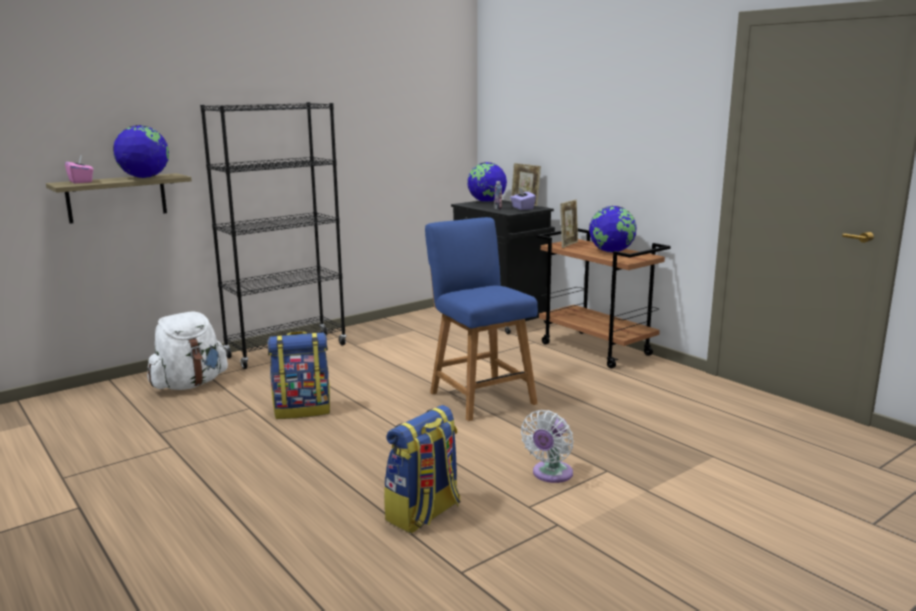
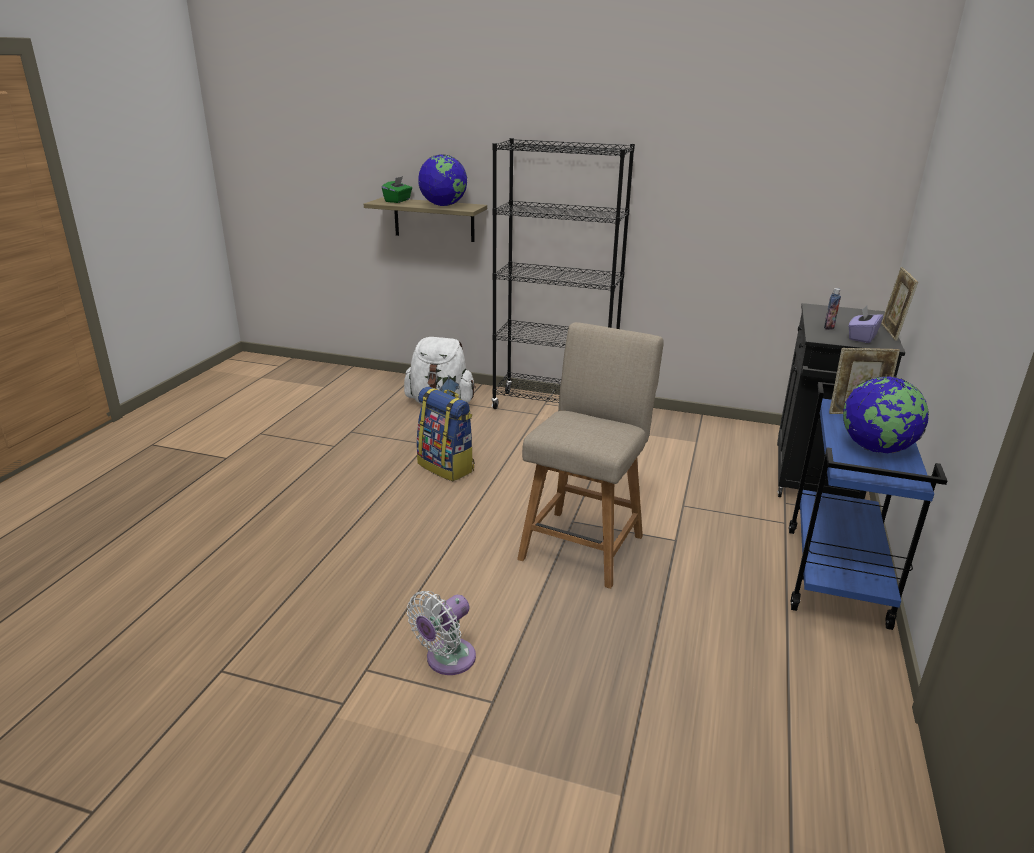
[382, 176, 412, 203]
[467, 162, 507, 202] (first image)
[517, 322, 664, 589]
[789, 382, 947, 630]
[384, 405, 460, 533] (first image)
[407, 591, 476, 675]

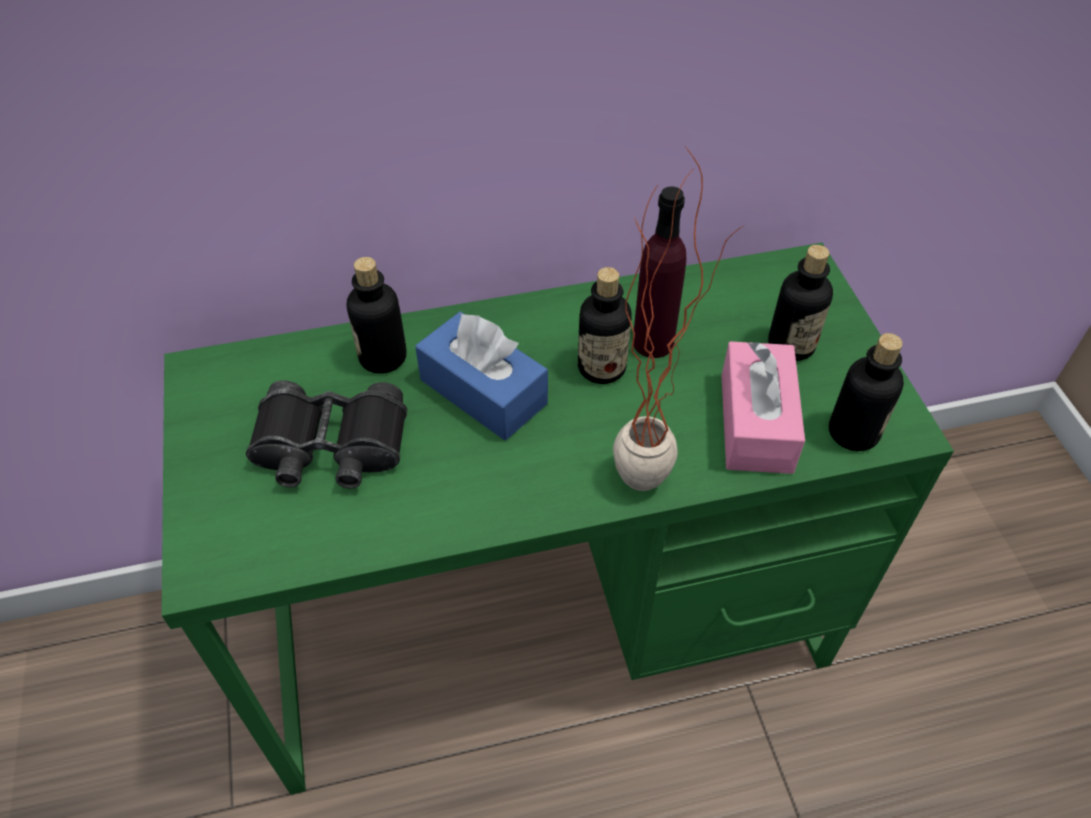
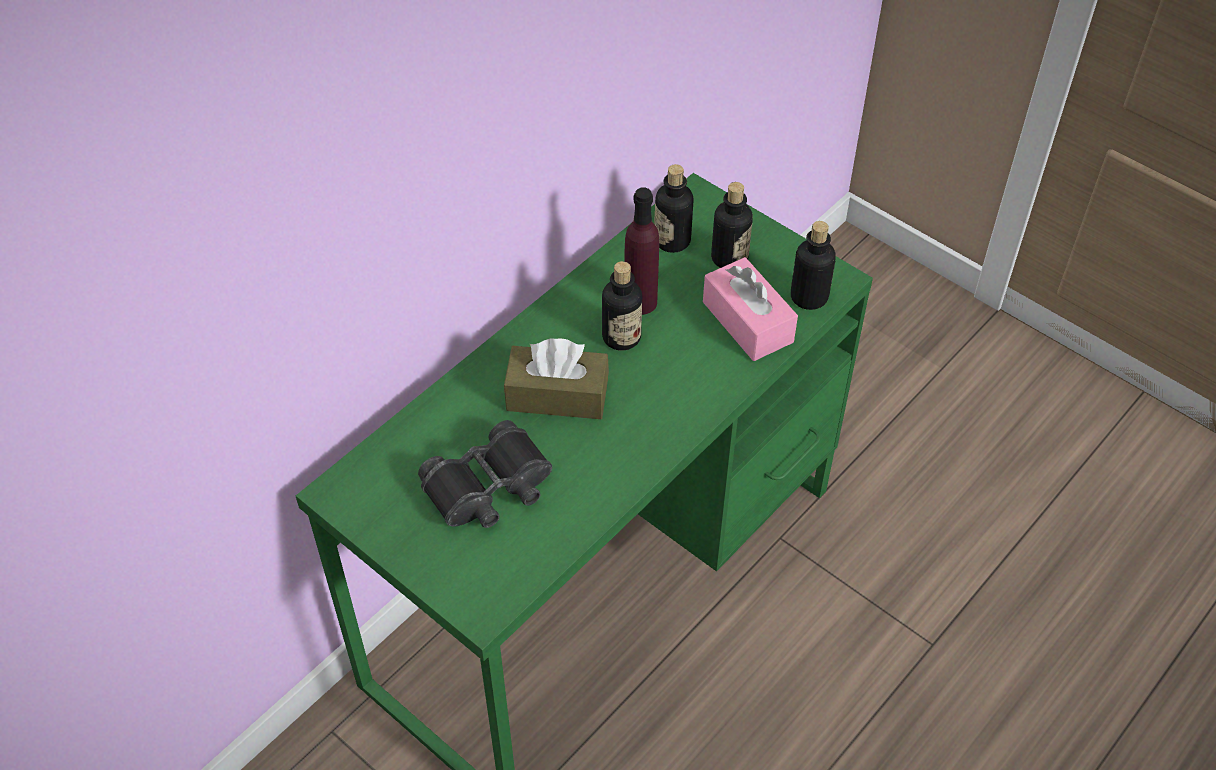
[613, 148, 743, 491] (first image)
[654, 164, 694, 253]
[504, 339, 609, 419]

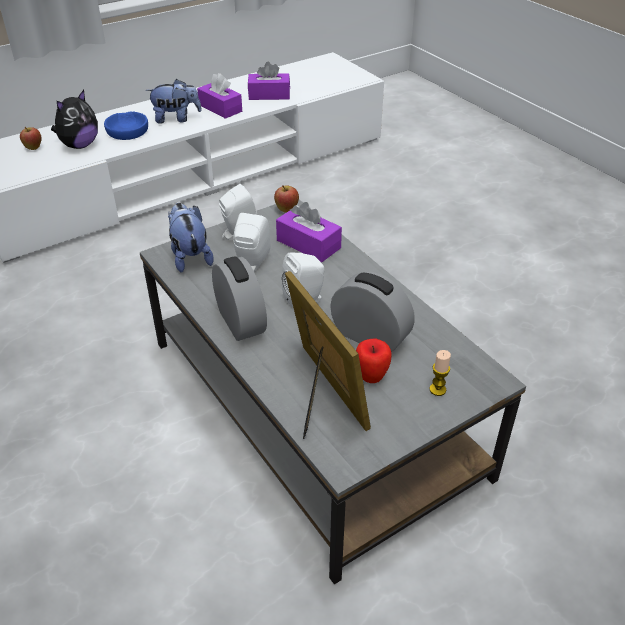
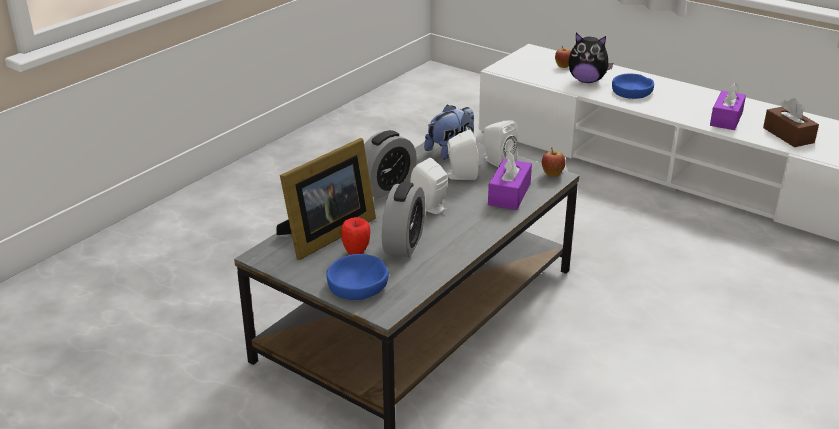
[763, 98, 819, 147]
[146, 79, 202, 124] (first image)
[326, 254, 389, 300]

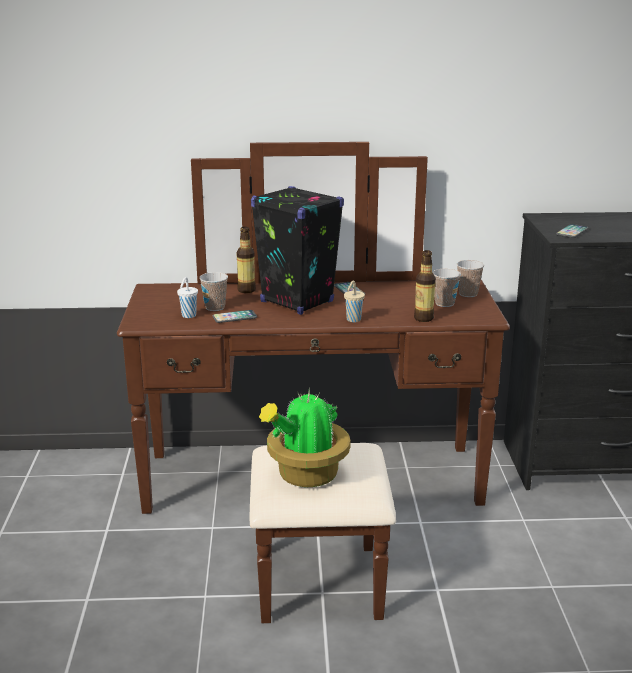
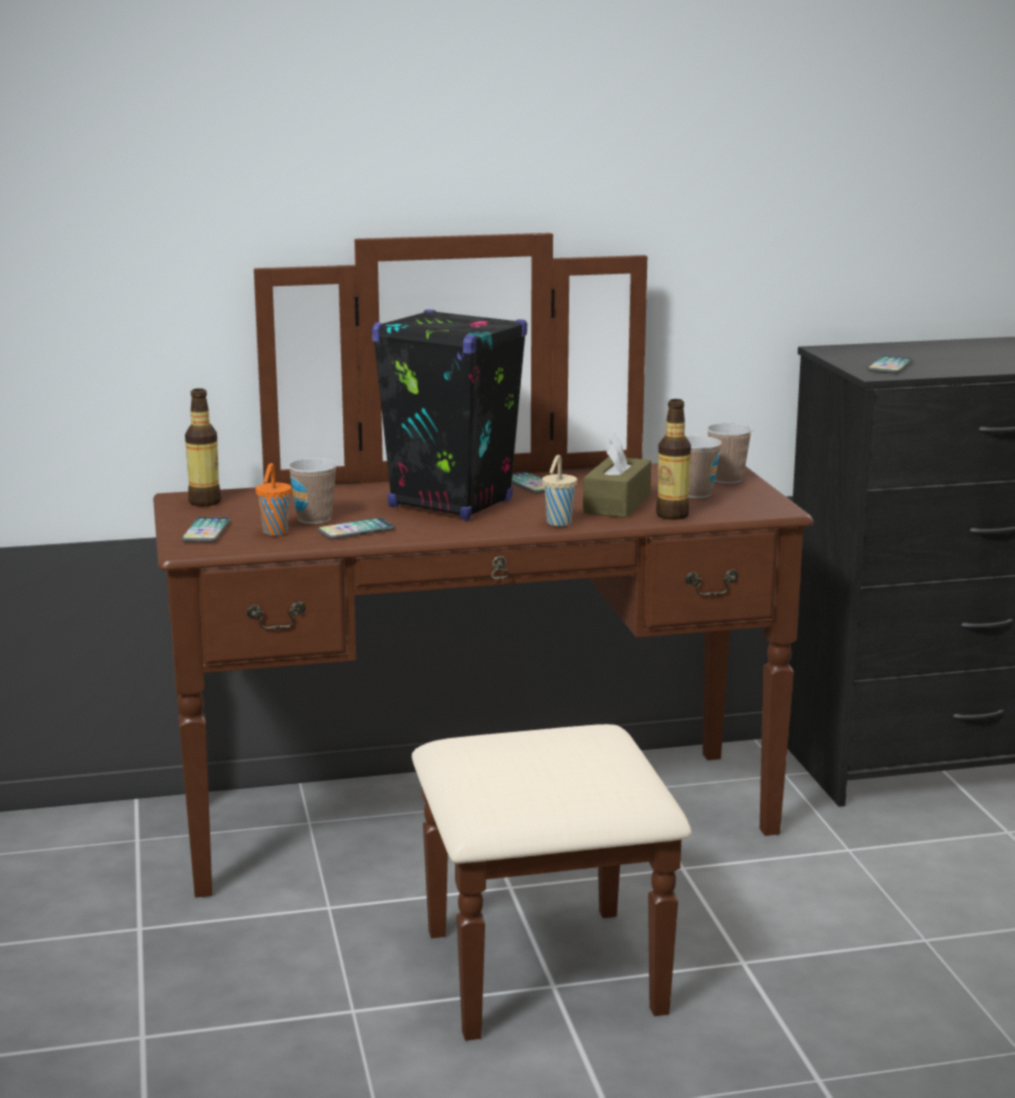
[185, 388, 221, 506]
[256, 463, 292, 536]
[259, 388, 350, 487] (first image)
[583, 433, 651, 518]
[181, 517, 231, 542]

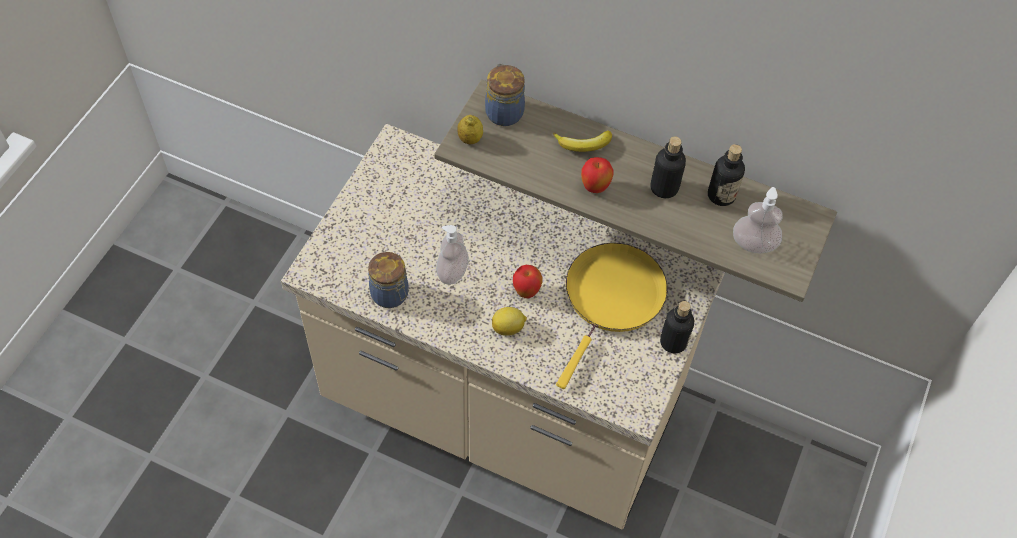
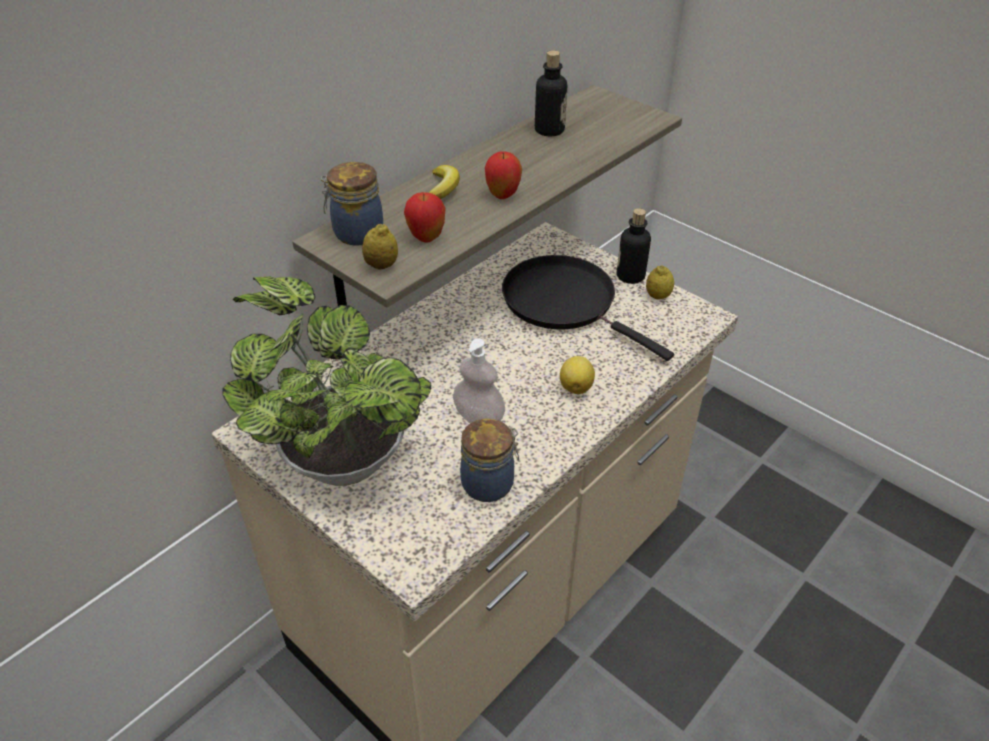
[650, 137, 686, 198] (first image)
[733, 187, 782, 253] (first image)
[502, 255, 674, 361]
[404, 192, 446, 243]
[646, 265, 674, 300]
[222, 276, 432, 486]

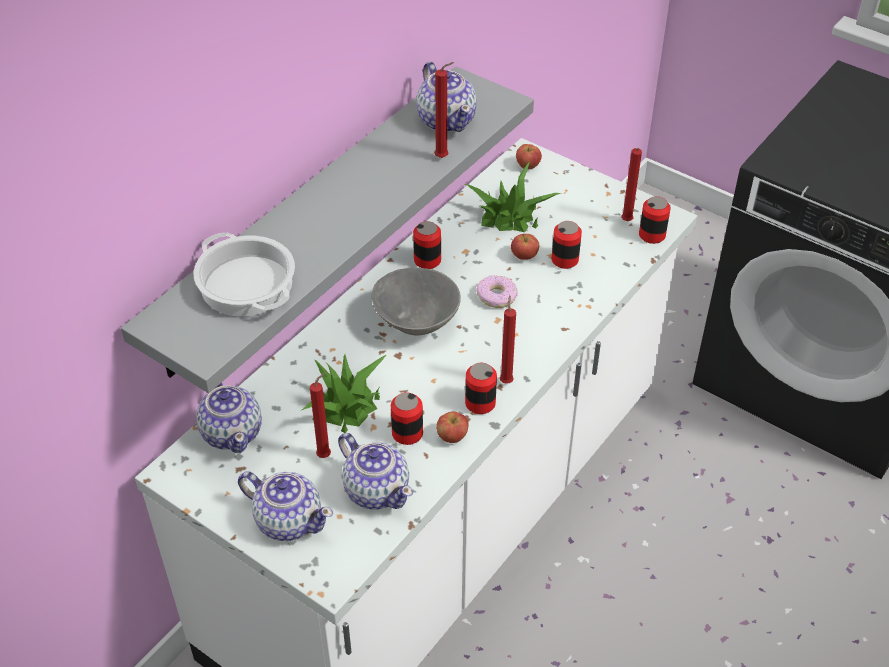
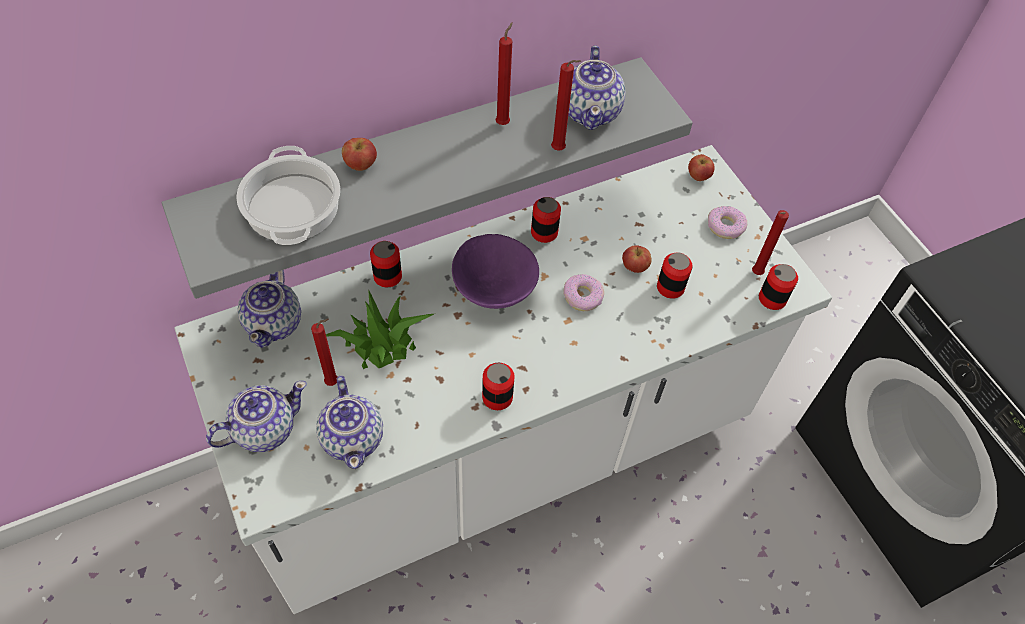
[465, 162, 562, 232] (first image)
[452, 234, 539, 309]
[495, 22, 513, 125]
[370, 241, 402, 287]
[342, 138, 377, 171]
[206, 381, 307, 452]
[708, 206, 747, 239]

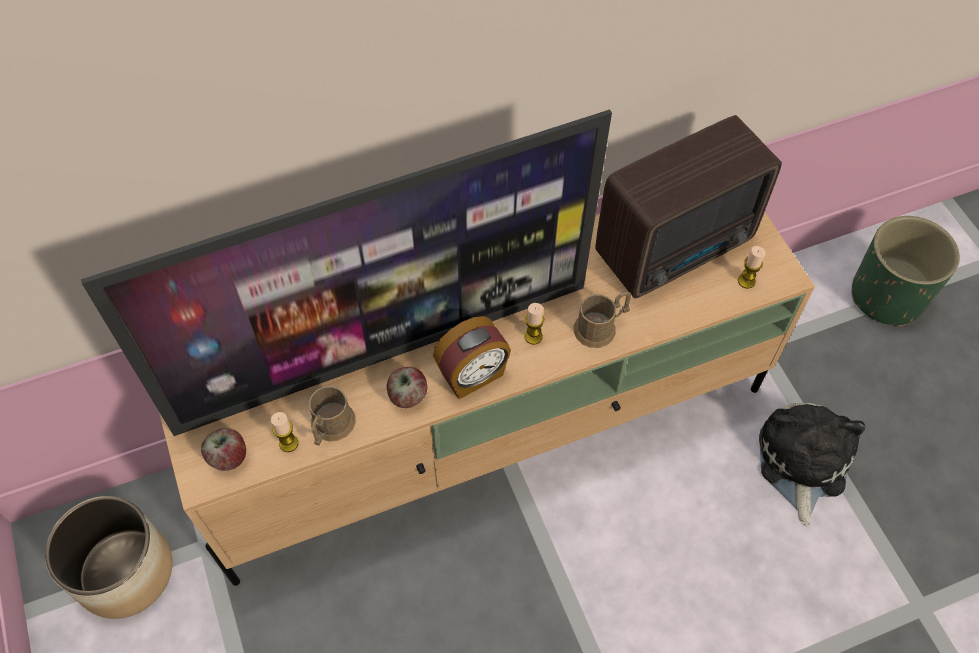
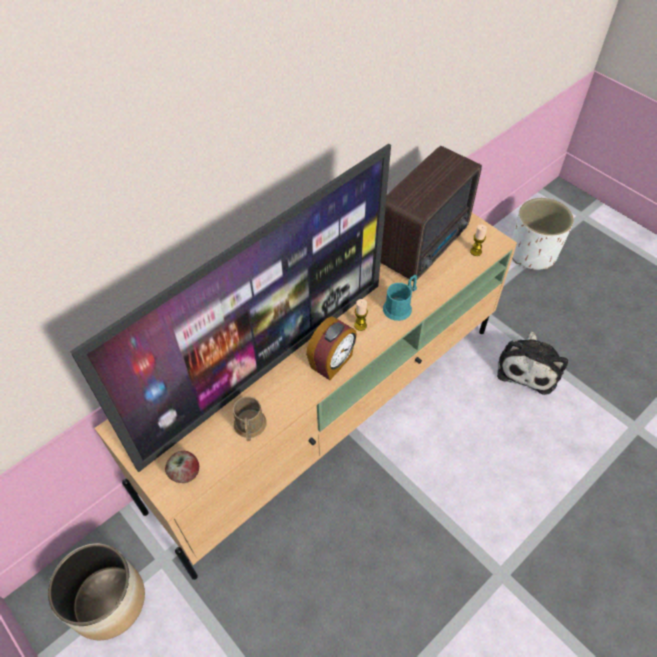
[512, 198, 574, 270]
[383, 275, 417, 321]
[387, 367, 427, 408] (first image)
[497, 332, 568, 395]
[271, 412, 298, 452] (first image)

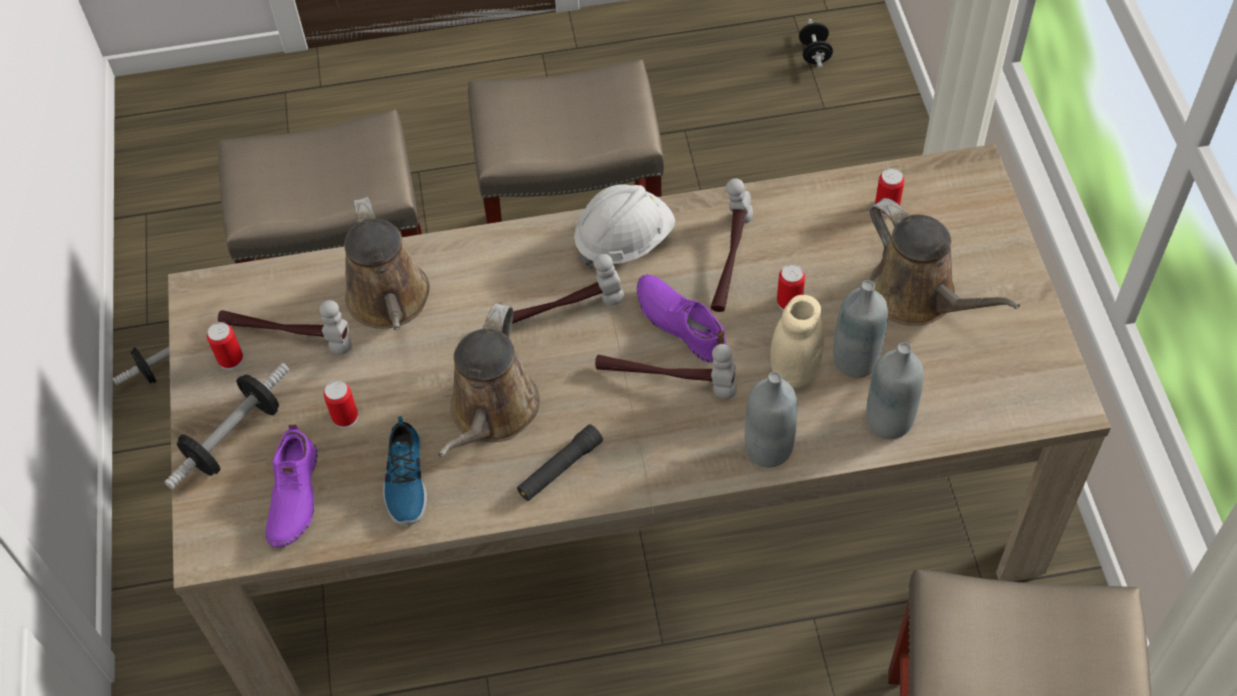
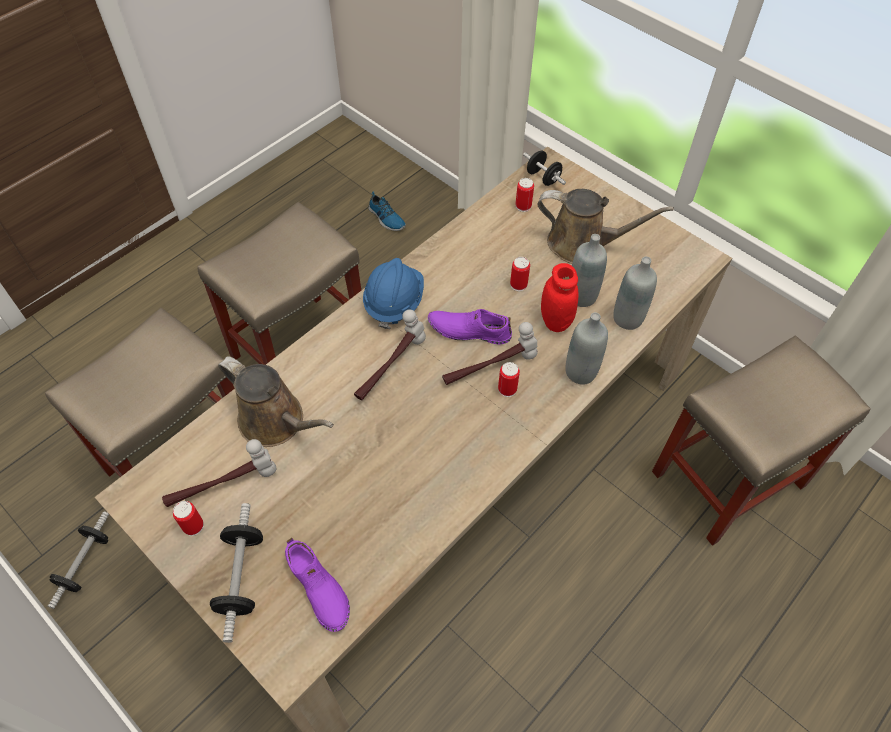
[523, 151, 566, 186]
[711, 178, 753, 312] (first image)
[363, 258, 424, 329]
[541, 263, 578, 332]
[438, 303, 540, 457] (first image)
[498, 362, 520, 397]
[368, 192, 406, 231]
[517, 424, 603, 501] (first image)

